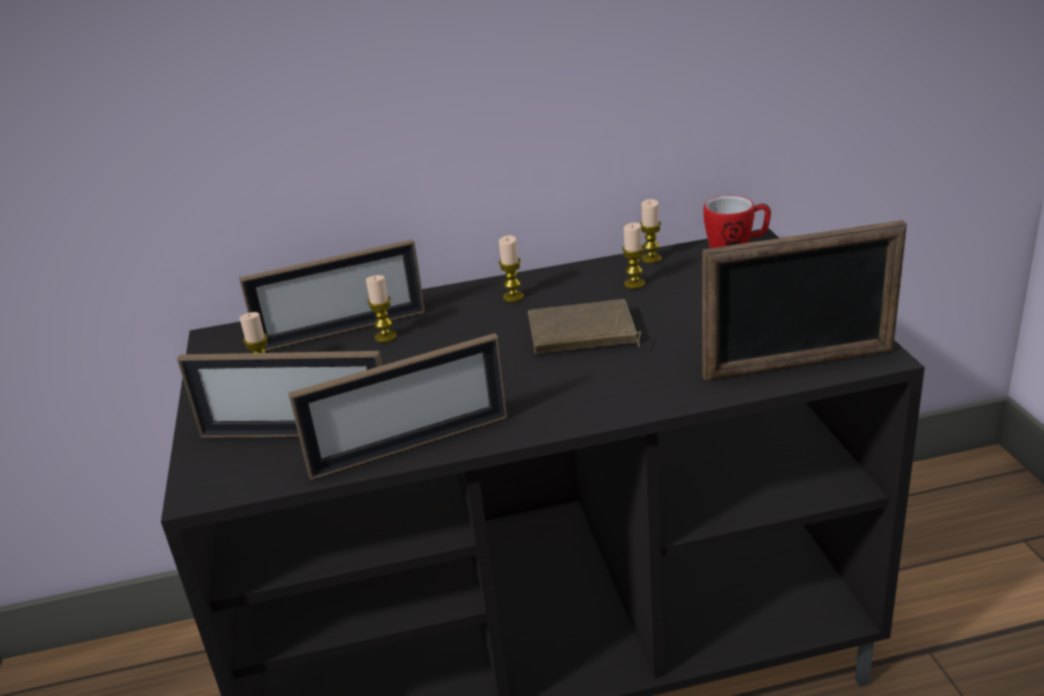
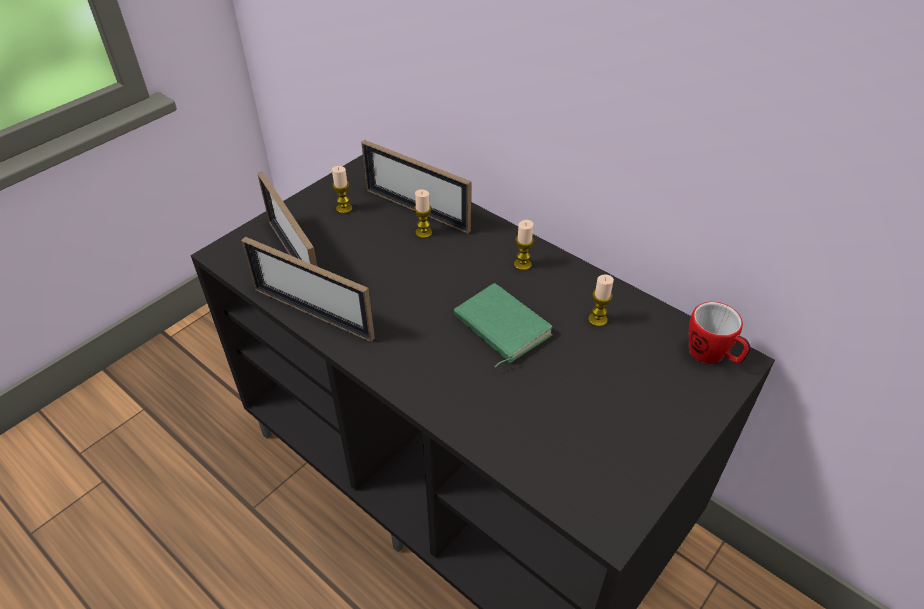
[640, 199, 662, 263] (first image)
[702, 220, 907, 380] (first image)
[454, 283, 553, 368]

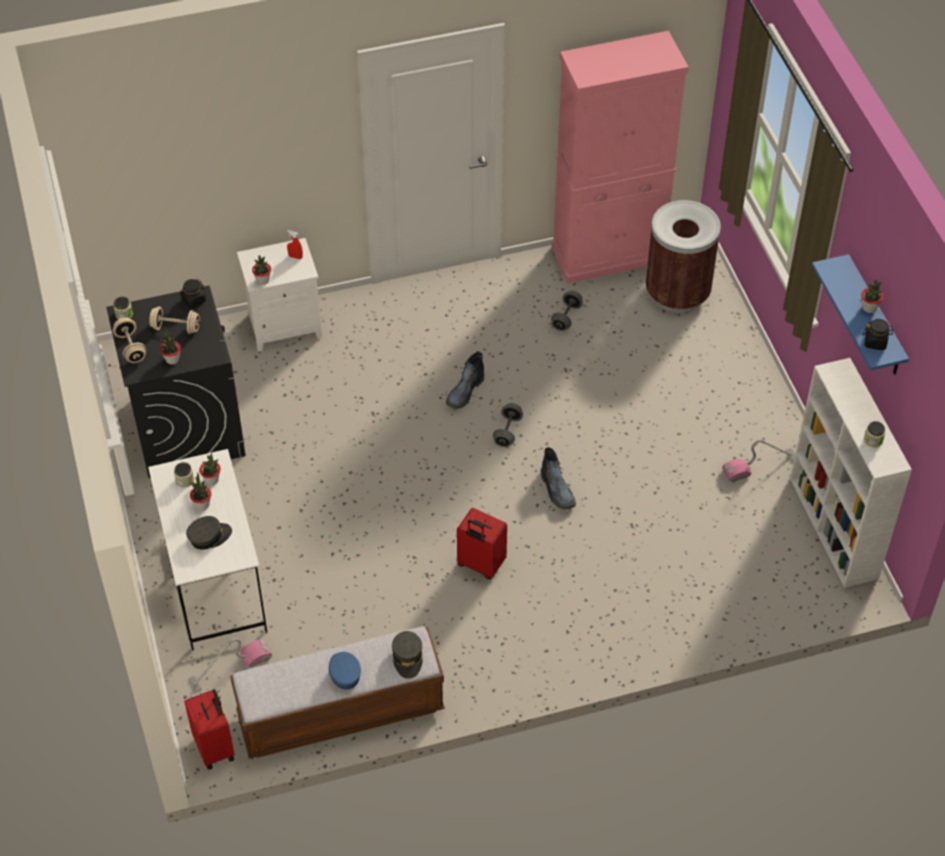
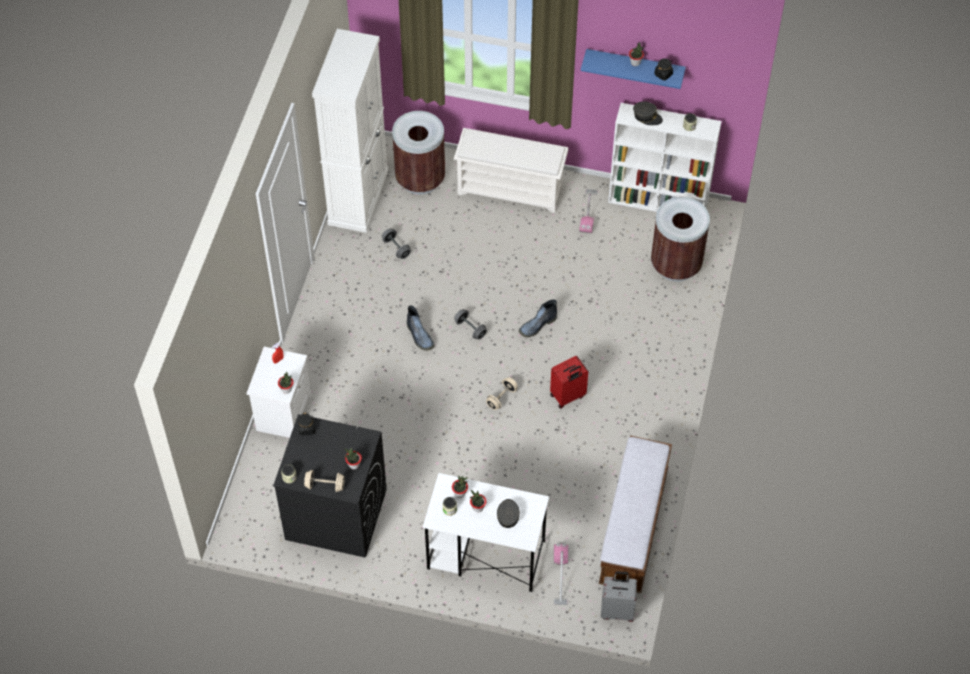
[312, 29, 388, 233]
[486, 377, 518, 410]
[519, 299, 557, 338]
[633, 101, 663, 125]
[329, 652, 361, 689] (first image)
[601, 571, 637, 622]
[454, 128, 568, 213]
[651, 197, 710, 282]

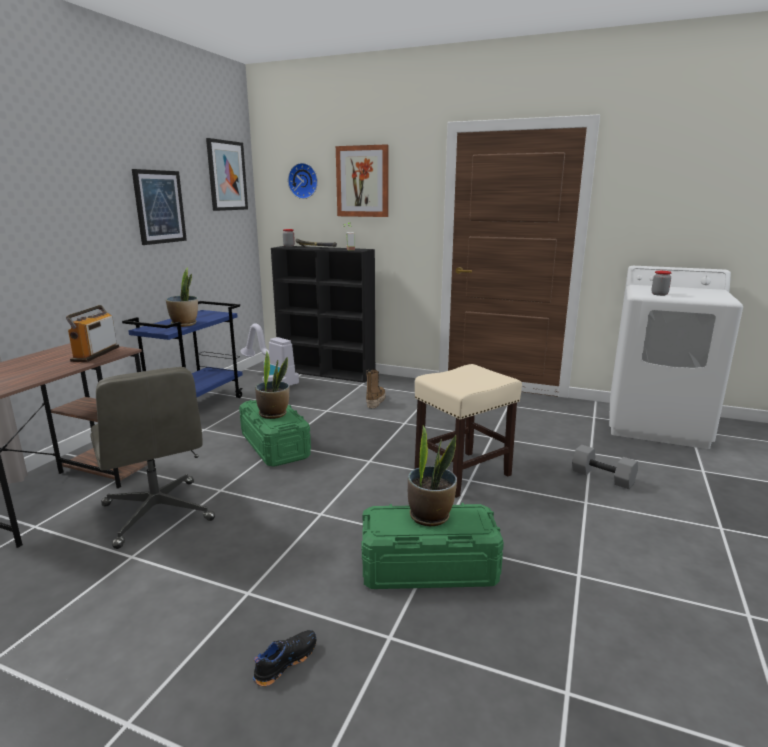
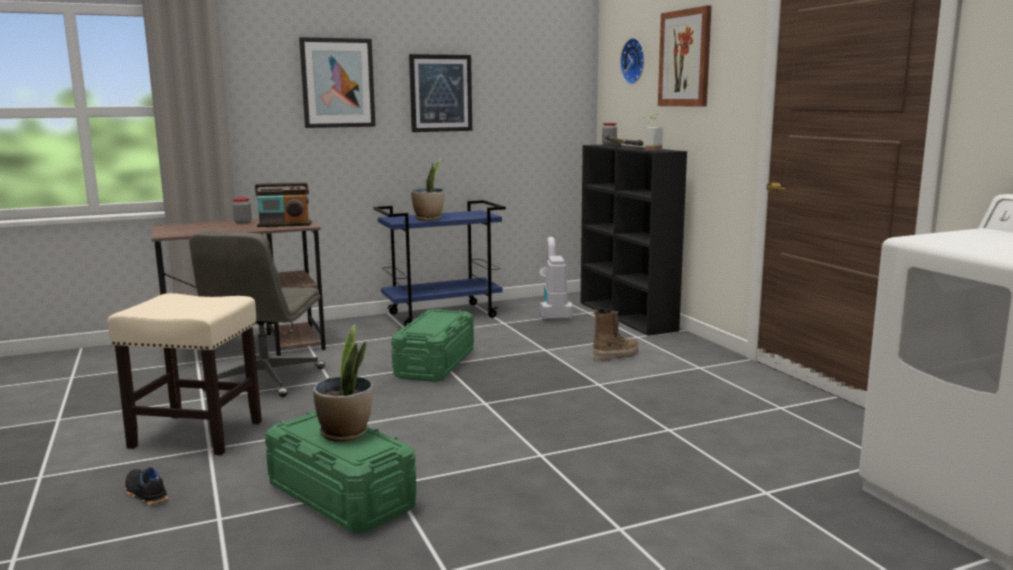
[299, 37, 376, 128]
[233, 198, 252, 224]
[255, 182, 312, 227]
[255, 351, 289, 419] (first image)
[108, 293, 262, 455]
[572, 445, 638, 489] (first image)
[125, 467, 169, 505]

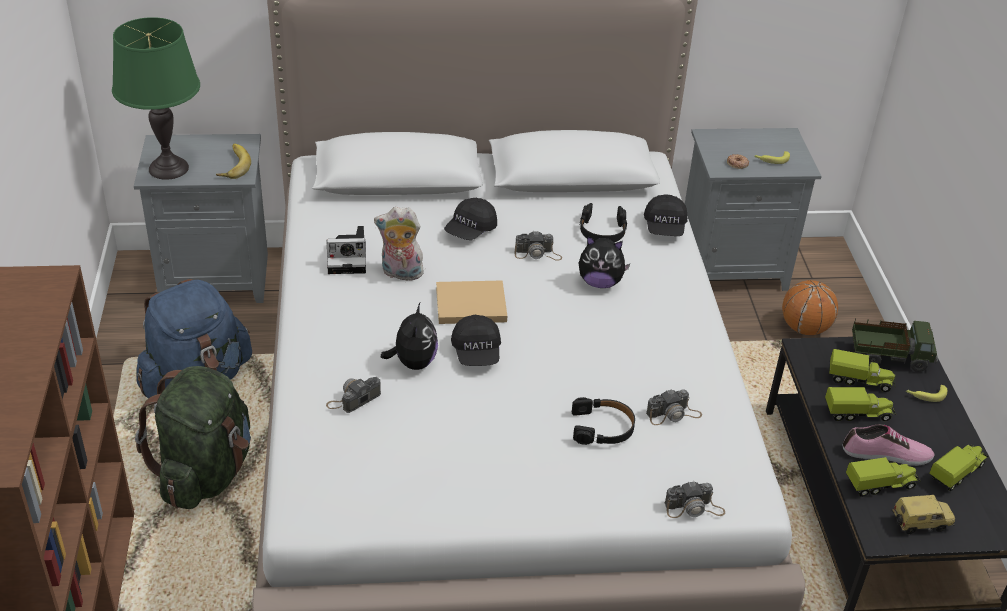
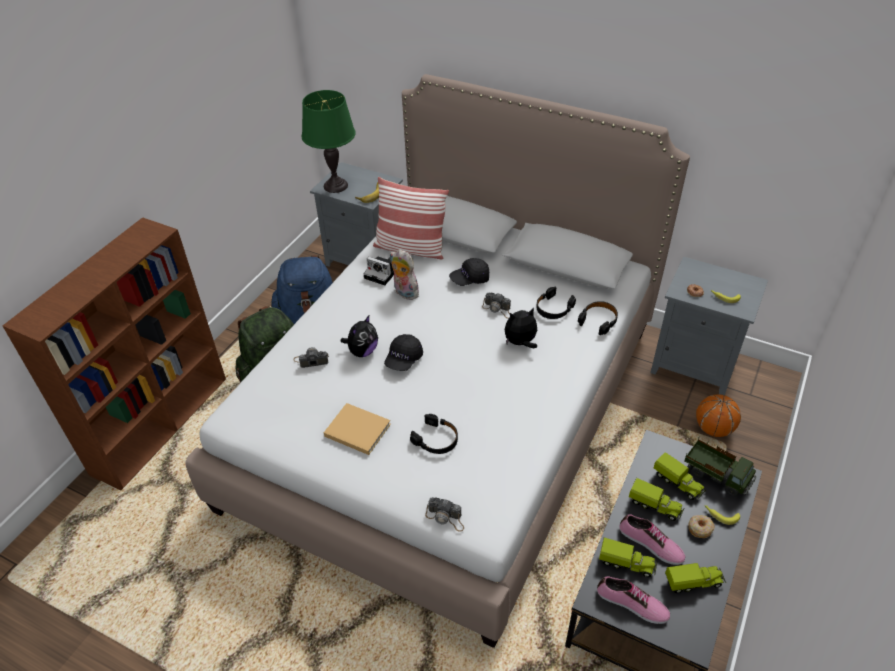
[578, 301, 618, 335]
[505, 307, 537, 348]
[324, 403, 391, 455]
[646, 389, 702, 425] (first image)
[597, 576, 670, 624]
[373, 177, 449, 260]
[689, 515, 715, 538]

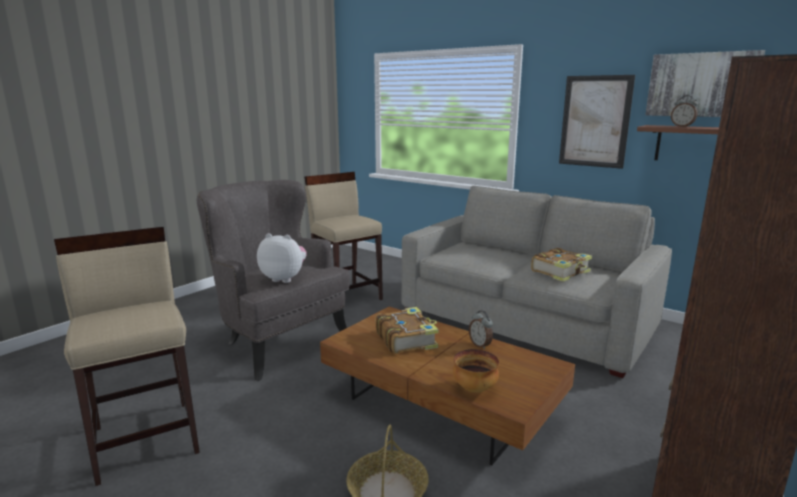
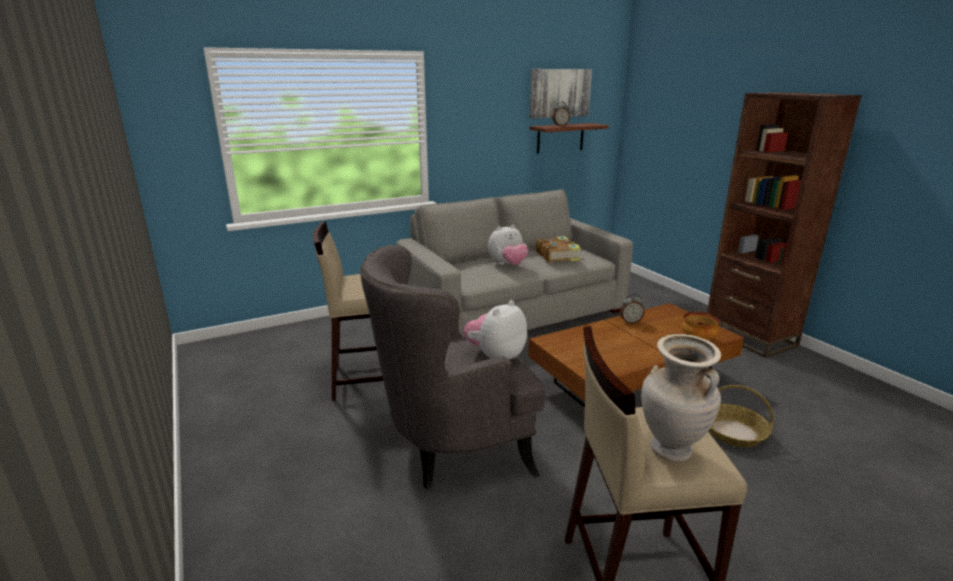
[559, 75, 635, 169] (first image)
[376, 307, 439, 354] (first image)
[488, 225, 528, 265]
[641, 334, 721, 462]

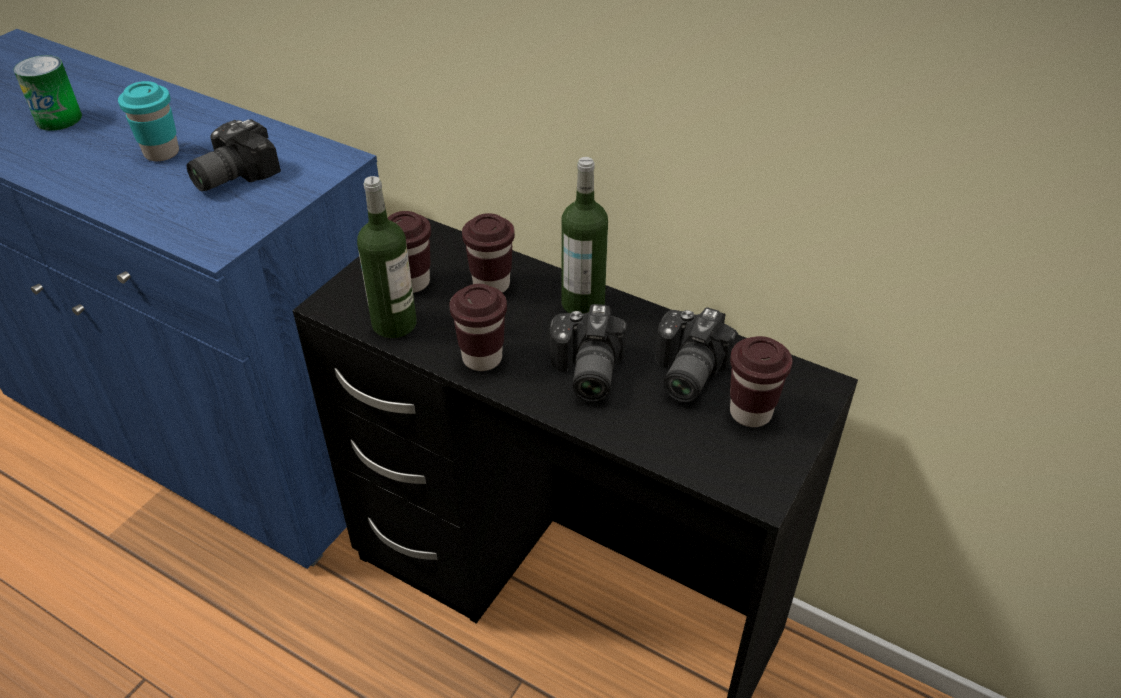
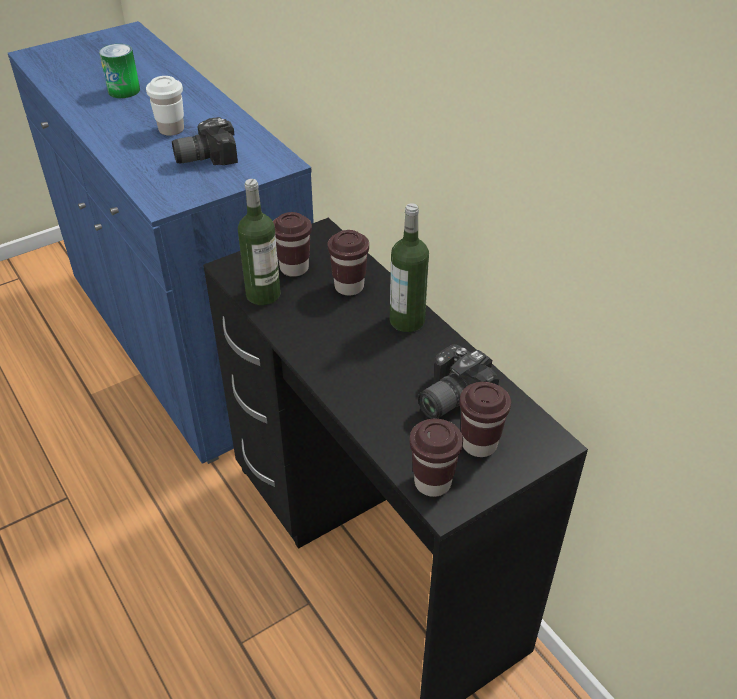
[146, 76, 184, 136]
[410, 419, 463, 497]
[550, 304, 627, 402] (first image)

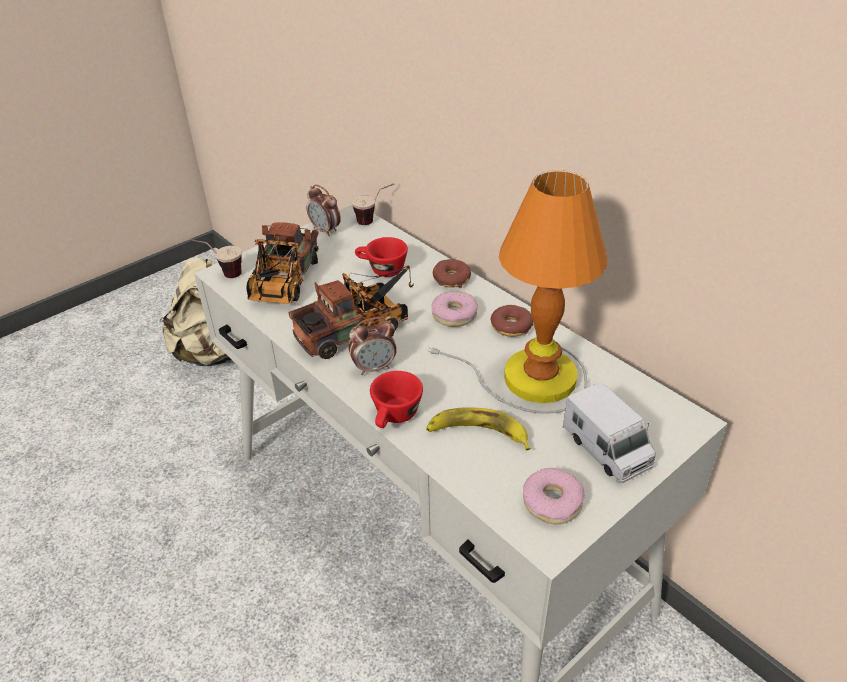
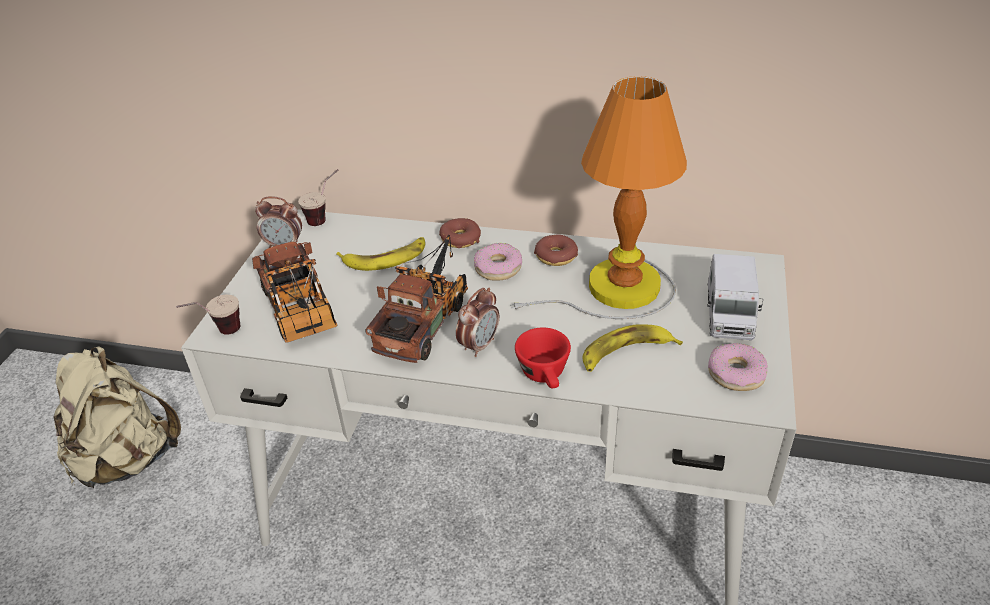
[336, 237, 425, 271]
[707, 254, 763, 340]

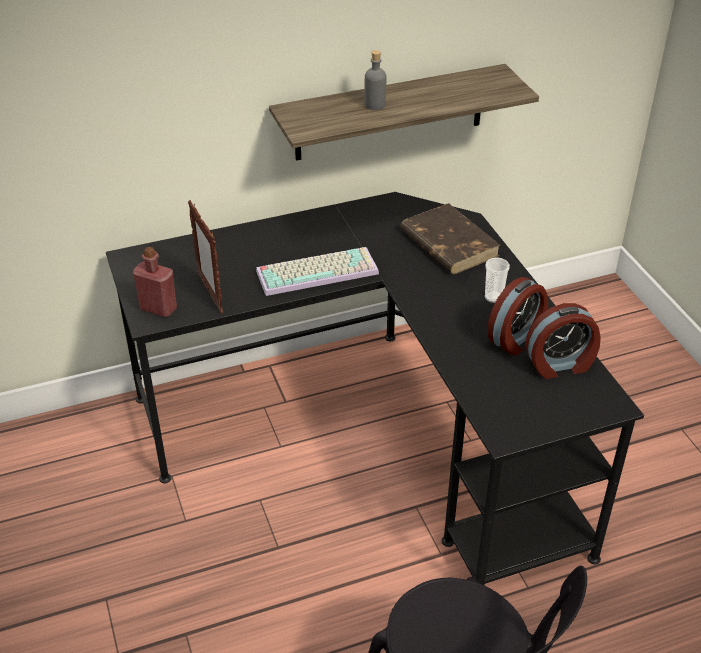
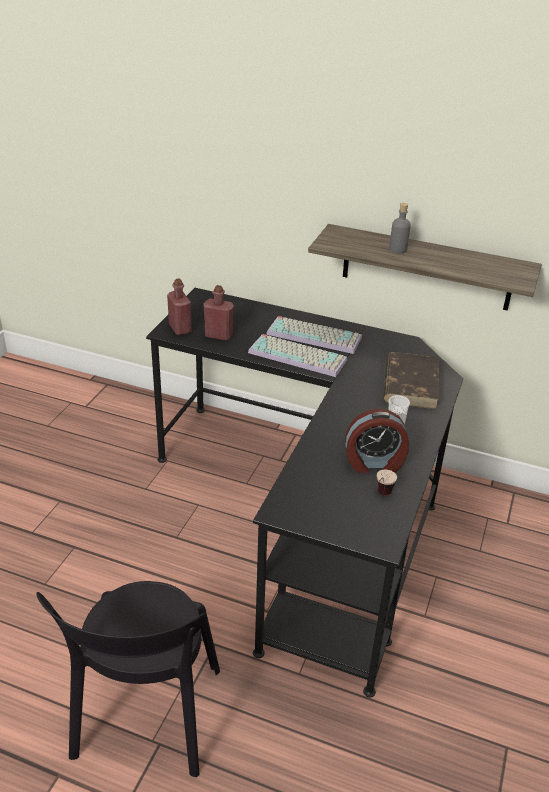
[203, 285, 234, 341]
[377, 470, 397, 495]
[266, 316, 362, 354]

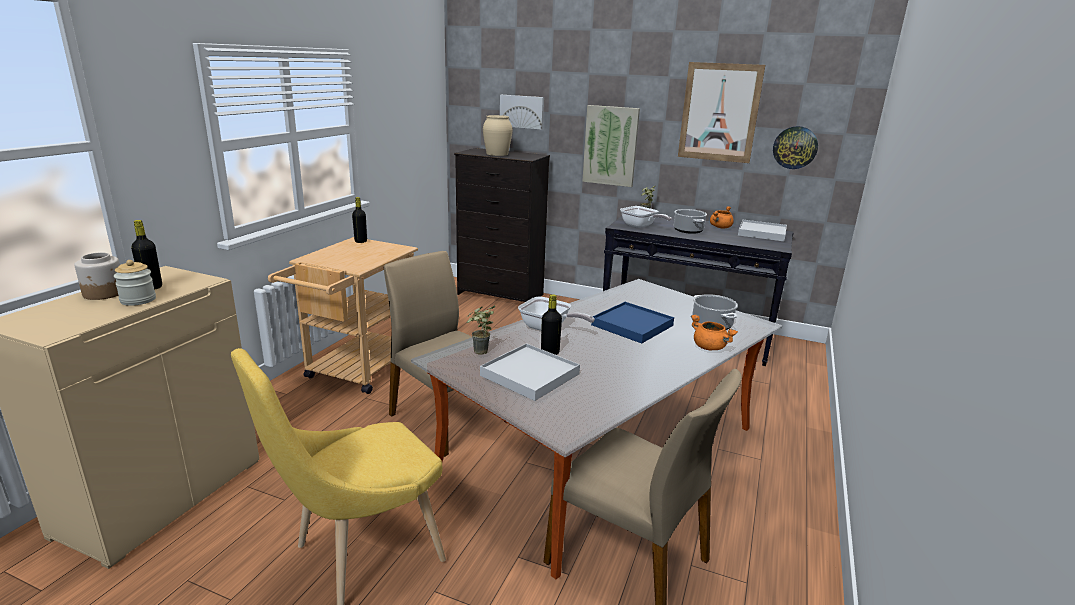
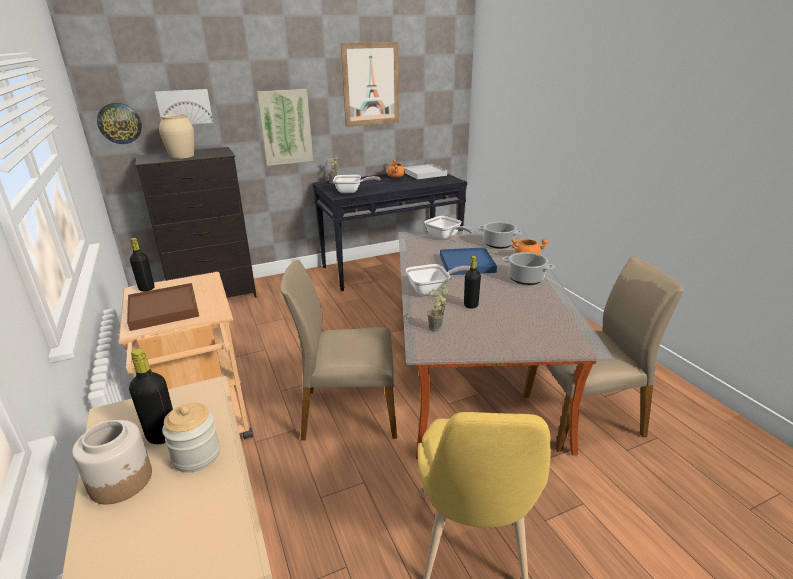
[97, 103, 142, 144]
[502, 252, 555, 285]
[480, 343, 580, 401] (first image)
[424, 216, 473, 240]
[127, 283, 199, 331]

